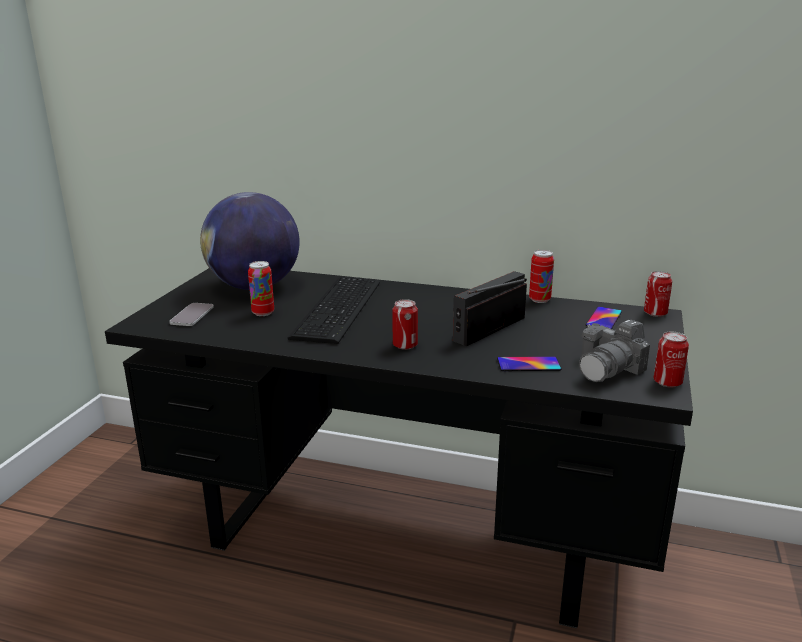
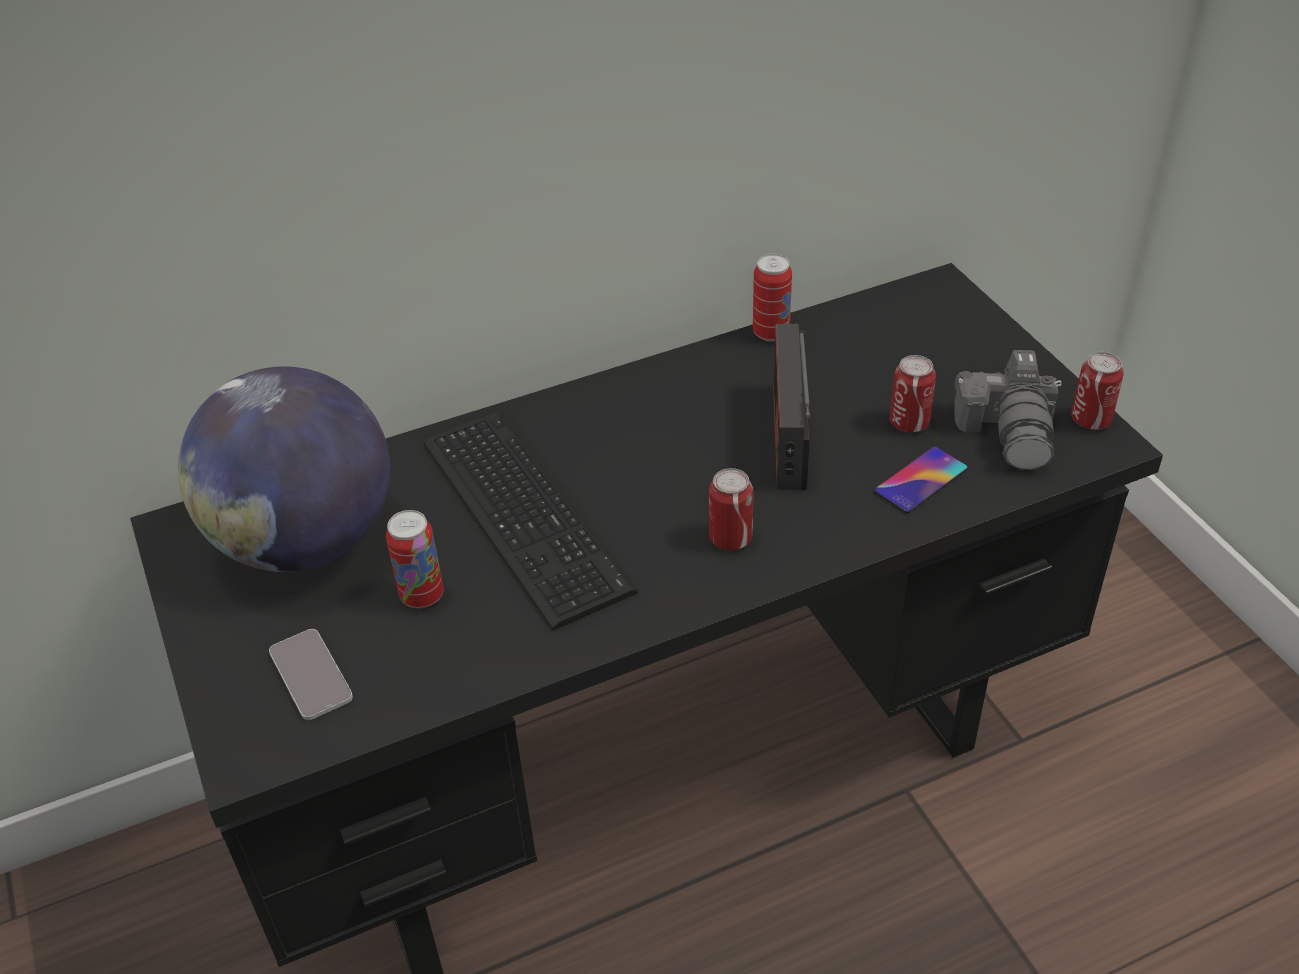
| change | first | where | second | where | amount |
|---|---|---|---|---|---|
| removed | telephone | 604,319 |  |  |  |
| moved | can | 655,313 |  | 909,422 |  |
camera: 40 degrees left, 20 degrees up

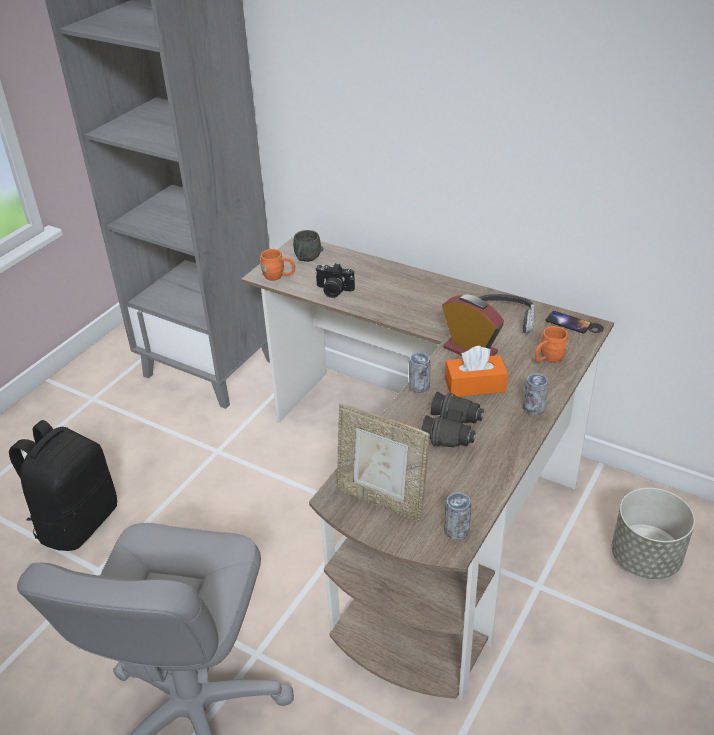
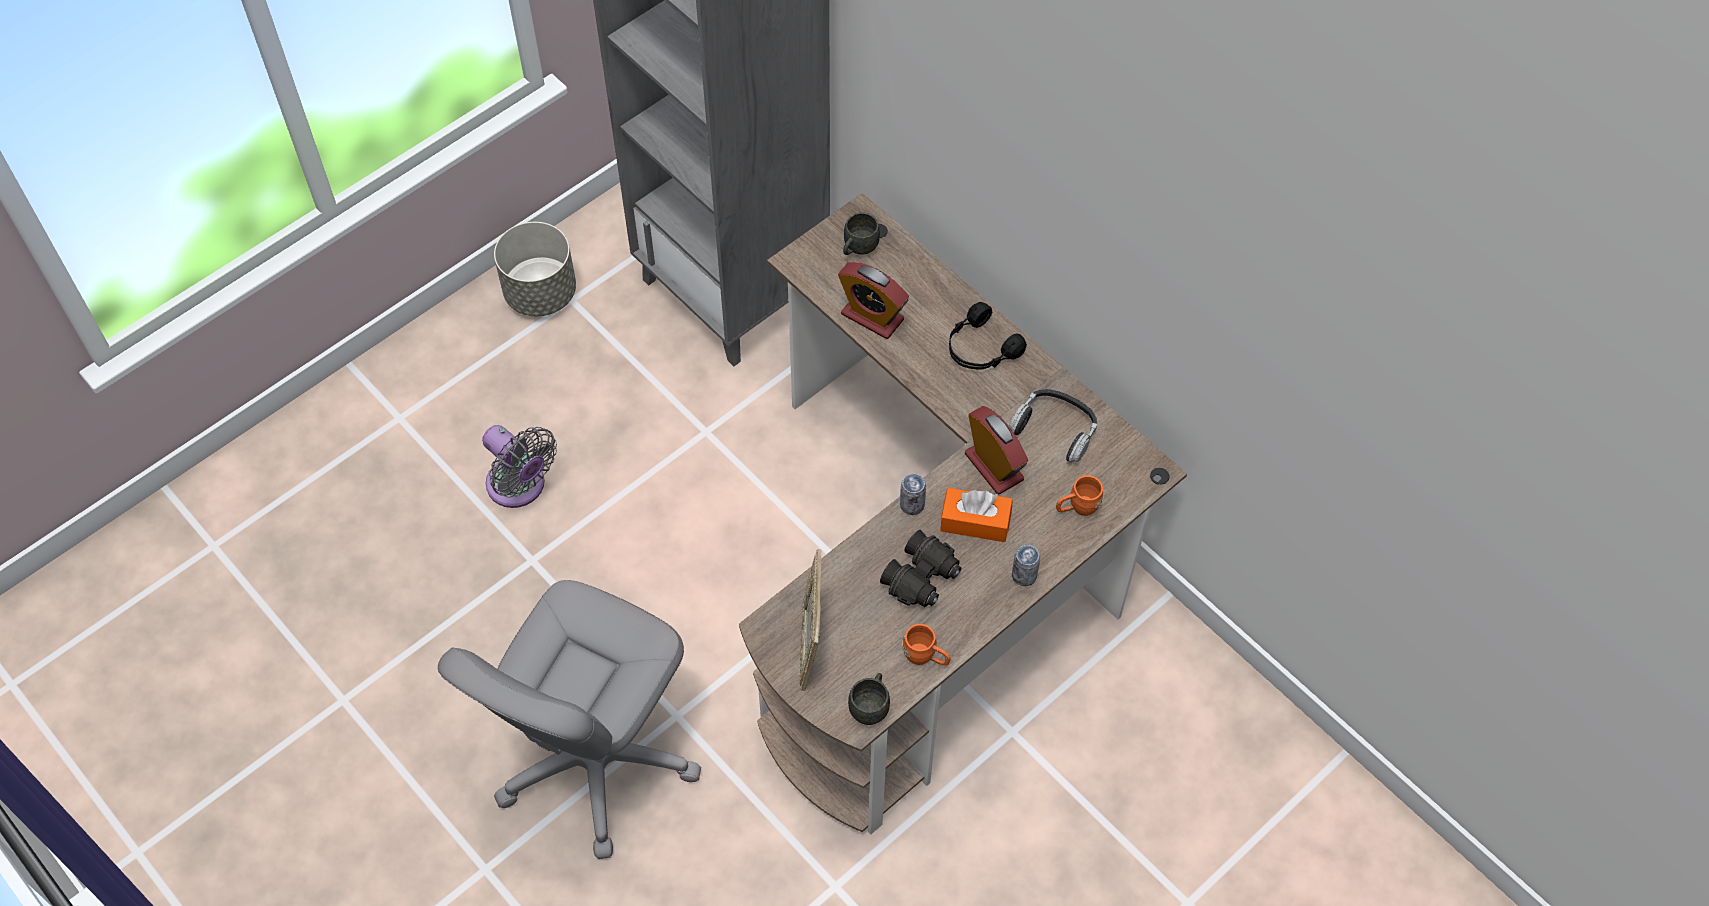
| change | first | where | second | where | amount |
|---|---|---|---|---|---|
| removed | telephone | 568,322 |  |  |  |
| added |  |  | headset (blackish) | 980,349 |  |
| moved | mug (orange) | 278,276 |  | 925,657 |  |
| moved | plant pot (gray) | 645,557 |  | 541,293 |  |
| replaced | rucksack (blackish) | 77,522 | cooling fan (gray) | 520,487 |  |
| replaced | photo camera | 333,291 | alarm clock | 872,317 |  |
| replaced | can | 456,531 | mug (gray) | 870,705 |  |
| turned | photo frame | 381,500 |  | 811,646 | 45 degrees clockwise |
camera: 15 degrees right, 20 degrees up

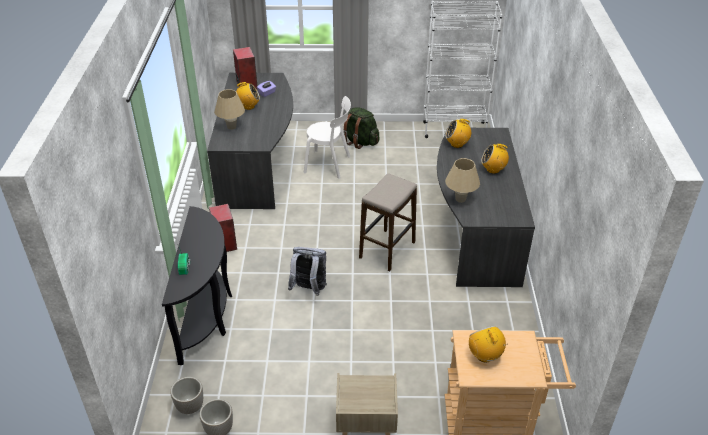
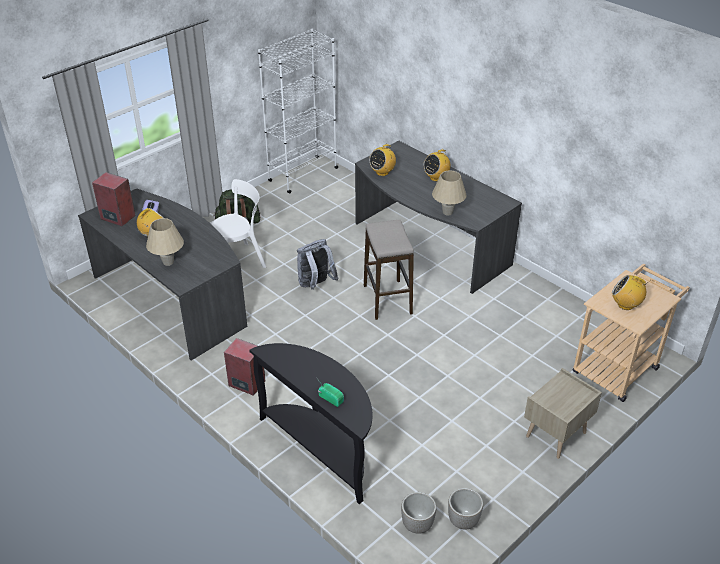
| change | first | where | second | where | amount |
|---|---|---|---|---|---|
| moved | rucksack (gray) | 309,289 |  | 315,285 |  |
camera: 45 degrees left, 0 degrees up

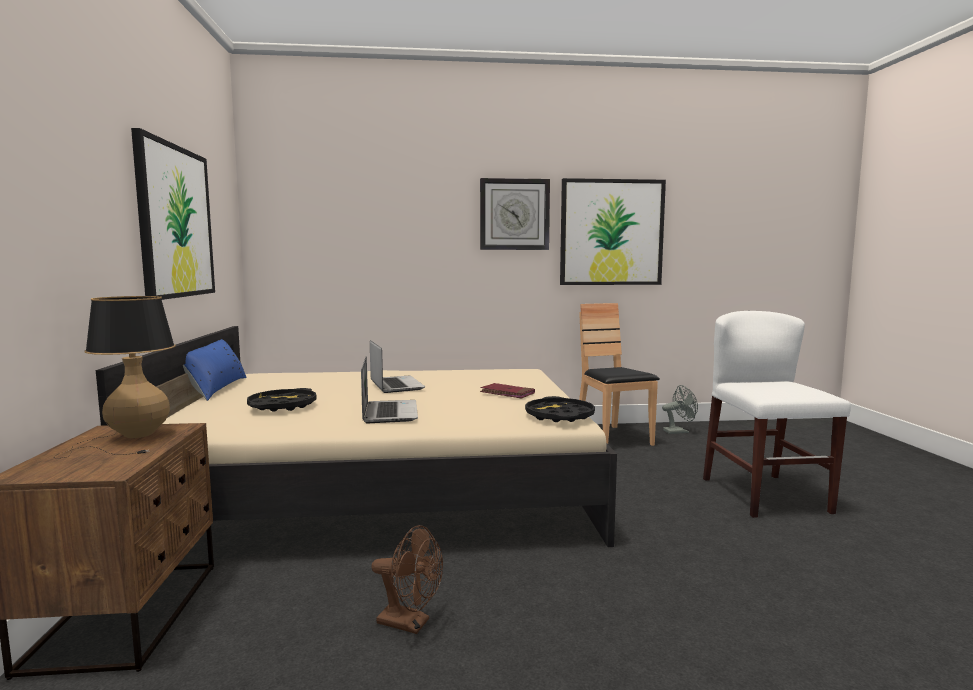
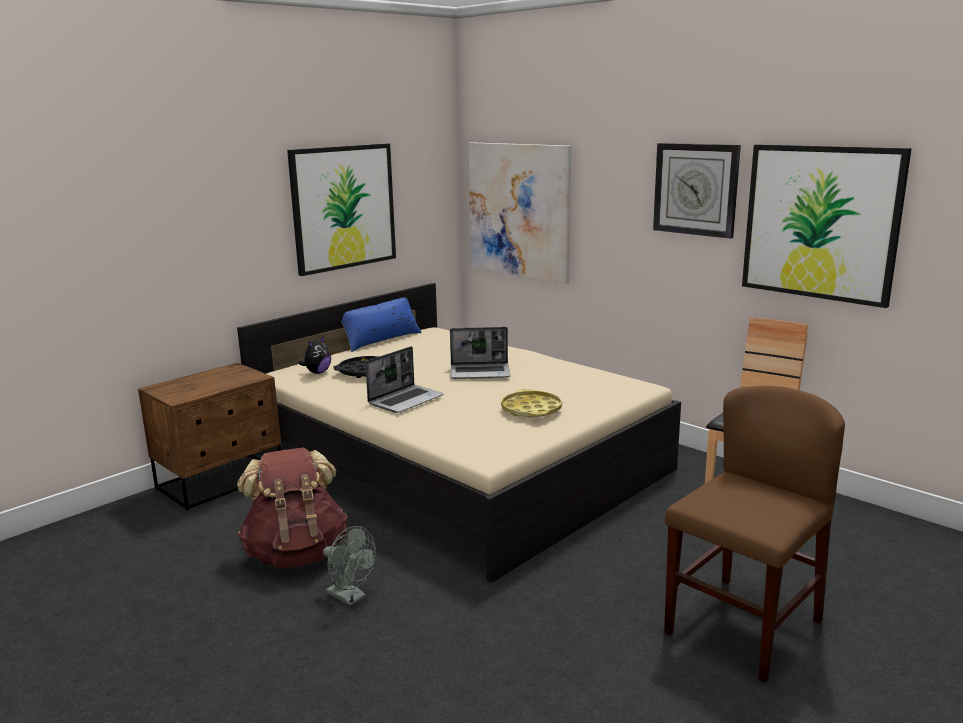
| change | first | where | second | where | amount |
|---|---|---|---|---|---|
| removed | table lamp | 130,438 |  |  |  |
| removed | serving tray (blackish) | 559,416 |  |  |  |
| added |  |  | cuddly toy | 317,372 |  |
| added |  |  | wall art | 519,210 |  |
| moved | cooling fan (gray) | 679,431 |  | 351,597 |  |
| replaced | cooling fan (brown) | 410,623 | rucksack (brown) | 296,553 |  |
| replaced | book (red-coloured) | 507,393 | serving tray (yellow-coloured) | 531,410 |  |
| recoloured | plain chair (white-coloured) | 765,495 | plain chair (brown) | 743,627 |  |
| turned | notebook computer | 395,385 |  | 480,372 | 60 degrees clockwise |
camera: 50 degrees right, 10 degrees up

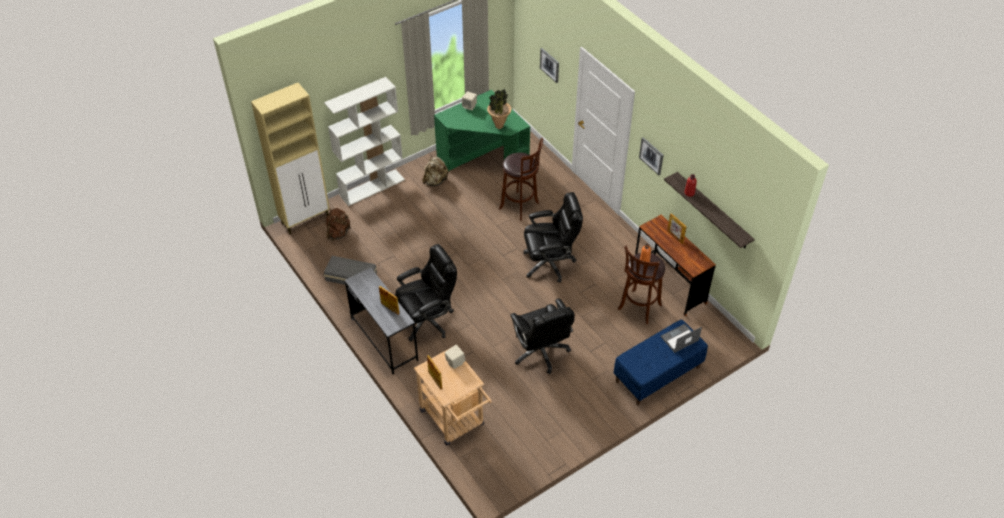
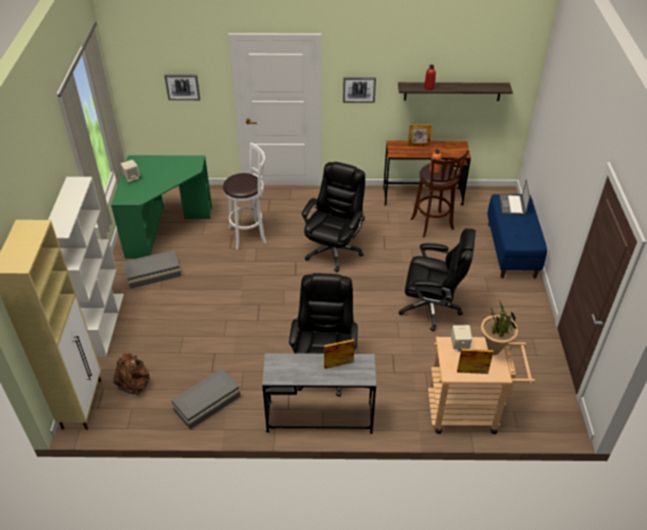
| change | first | where | second | where | amount |
|---|---|---|---|---|---|
| moved | potted plant | 499,126 |  | 494,350 |  |
| replaced | rucksack (beige-coloured) | 435,181 | storage bin (gray) | 152,274 |  |
| recoloured | sitting stool (brown) | 520,207 | sitting stool (white-coloured) | 249,234 |  |
camera: 55 degrees left, 5 degrees down

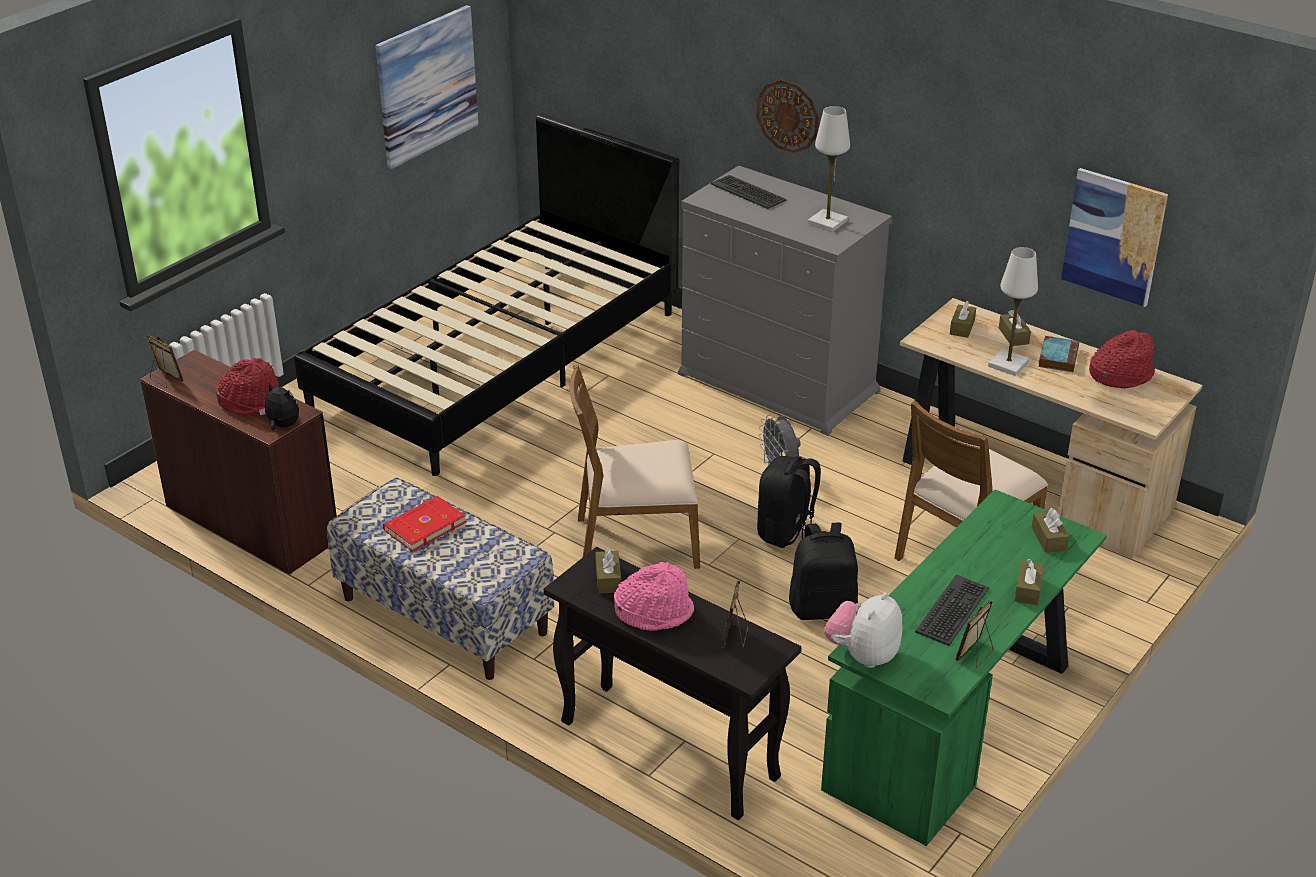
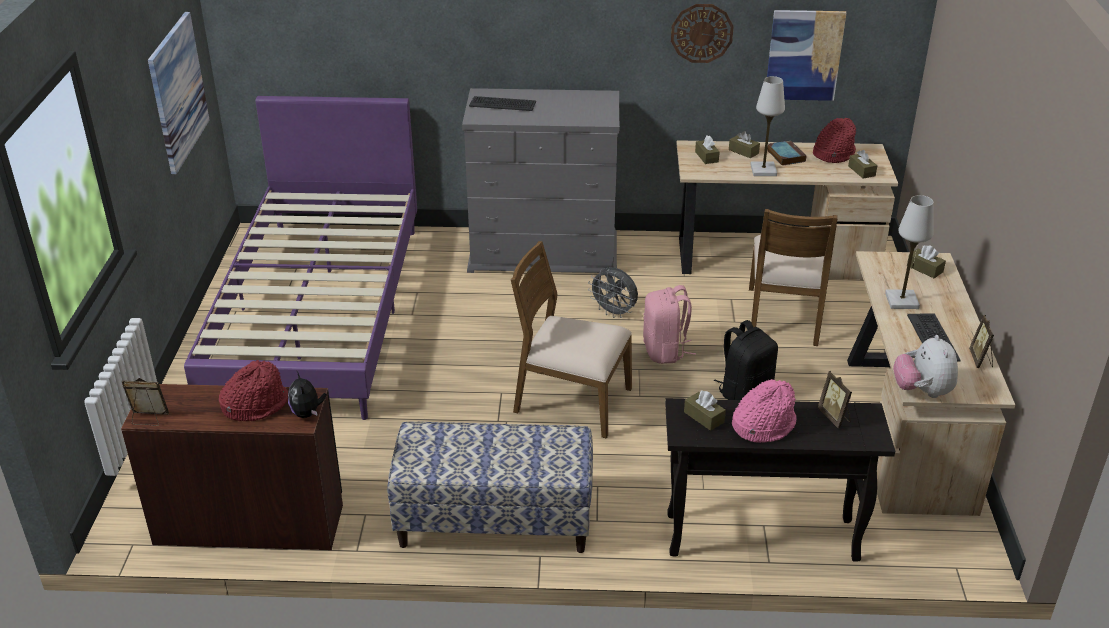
| change | first | where | second | where | amount |
|---|---|---|---|---|---|
| removed | book (red-coloured) | 423,526 |  |  |  |
| moved | hanging clock | 788,116 |  | 701,33 |  |
| moved | table lamp (white-coloured) | 827,222 |  | 902,301 |  |
| moved | tissue holder (brown) | 1028,590 |  | 861,171 |  |
| recoloured | bedroom bed (blackish) | 498,360 | bedroom bed (purplish) | 319,313 |  |
| recoloured | rucksack (blackish) | 787,532 | rucksack (pink) | 665,351 |  |
| recoloured | desk unit (green) | 956,724 | desk unit (beige-coloured) | 906,428 |  |
| turned | cuddly toy | 282,426 |  | 307,413 | 105 degrees counterclockwise |
| turned | plain chair (brown) | 636,540 |  | 571,401 | 60 degrees clockwise |
camera: 35 degrees left, 0 degrees up

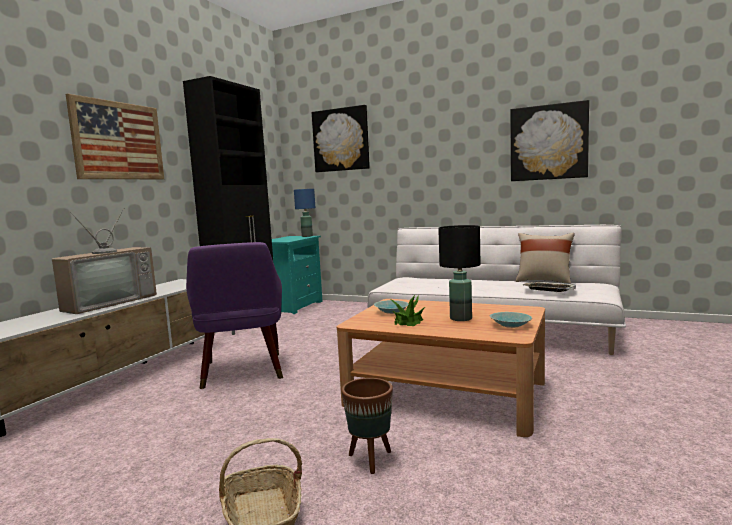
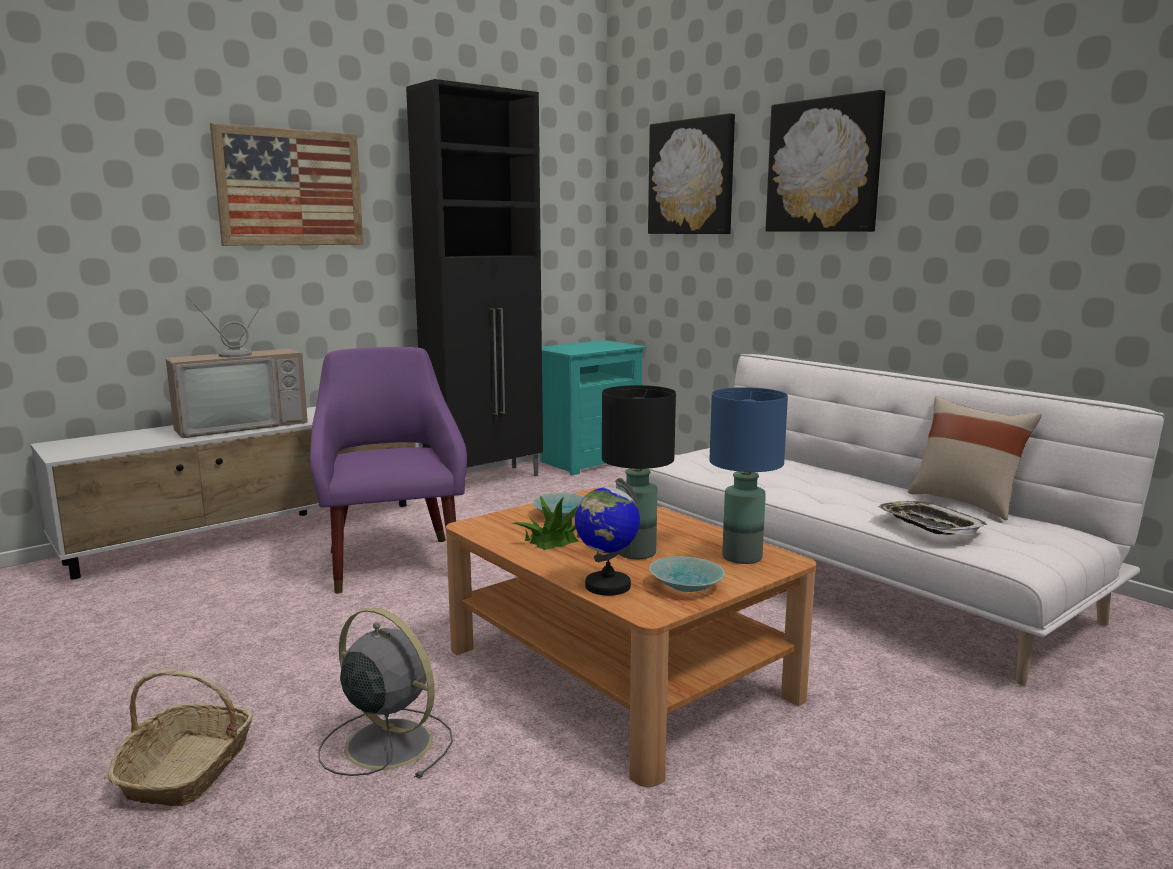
| change | first | where | second | where | amount |
|---|---|---|---|---|---|
| added |  |  | globe | 607,586 |  |
| moved | table lamp (bluish) | 307,236 |  | 741,557 |  |
| moved | wall art | 548,142 |  | 824,166 |  |
| replaced | plant pot (brown) | 370,460 | cooling fan (gray) | 386,743 |  |
| turned | armchair (purplish) | 242,373 |  | 393,560 | 150 degrees clockwise |
camera: 25 degrees right, 5 degrees up

